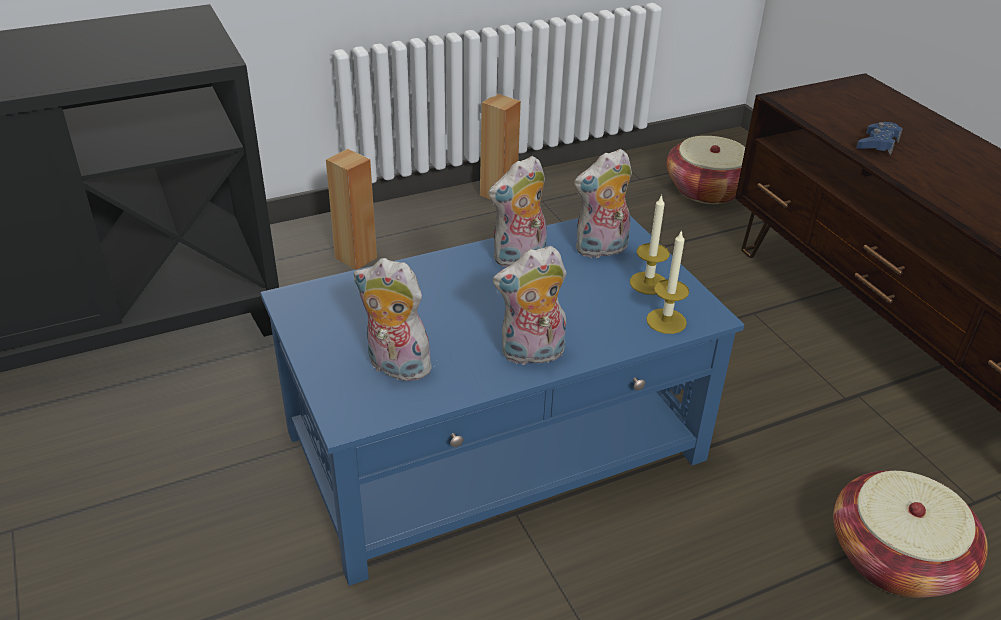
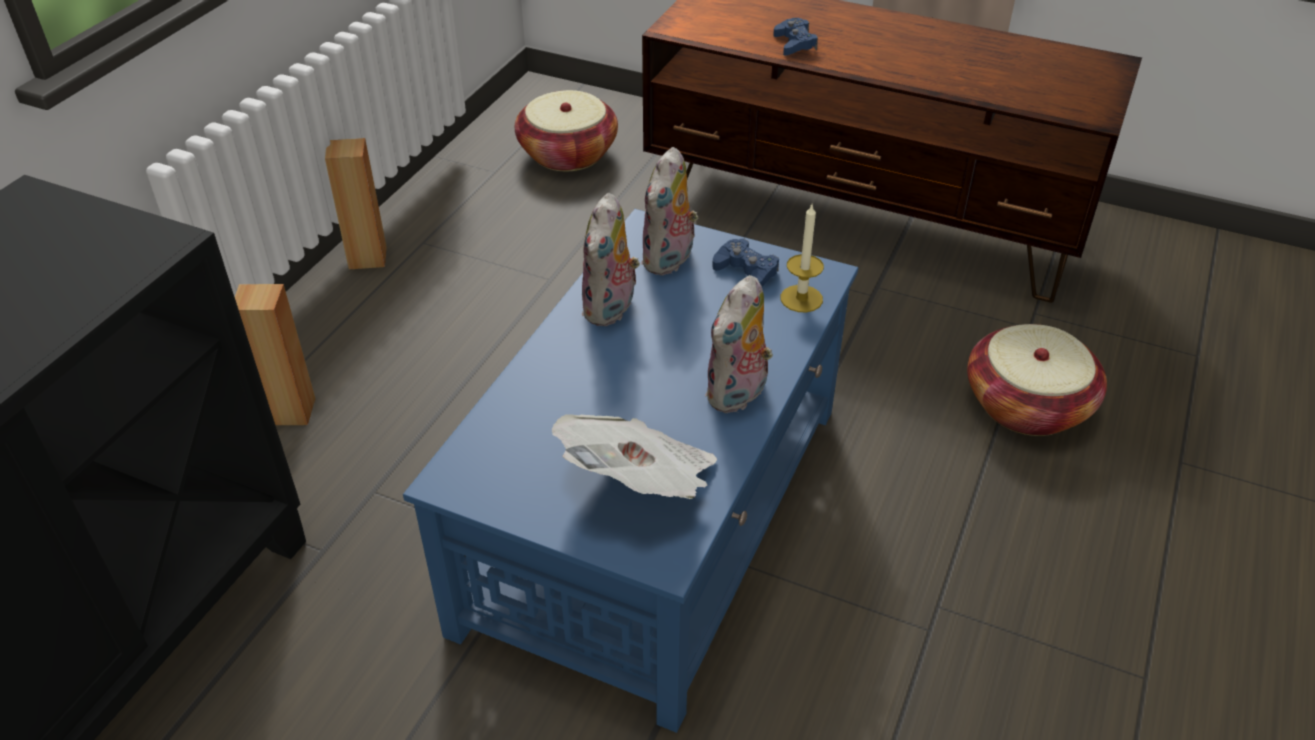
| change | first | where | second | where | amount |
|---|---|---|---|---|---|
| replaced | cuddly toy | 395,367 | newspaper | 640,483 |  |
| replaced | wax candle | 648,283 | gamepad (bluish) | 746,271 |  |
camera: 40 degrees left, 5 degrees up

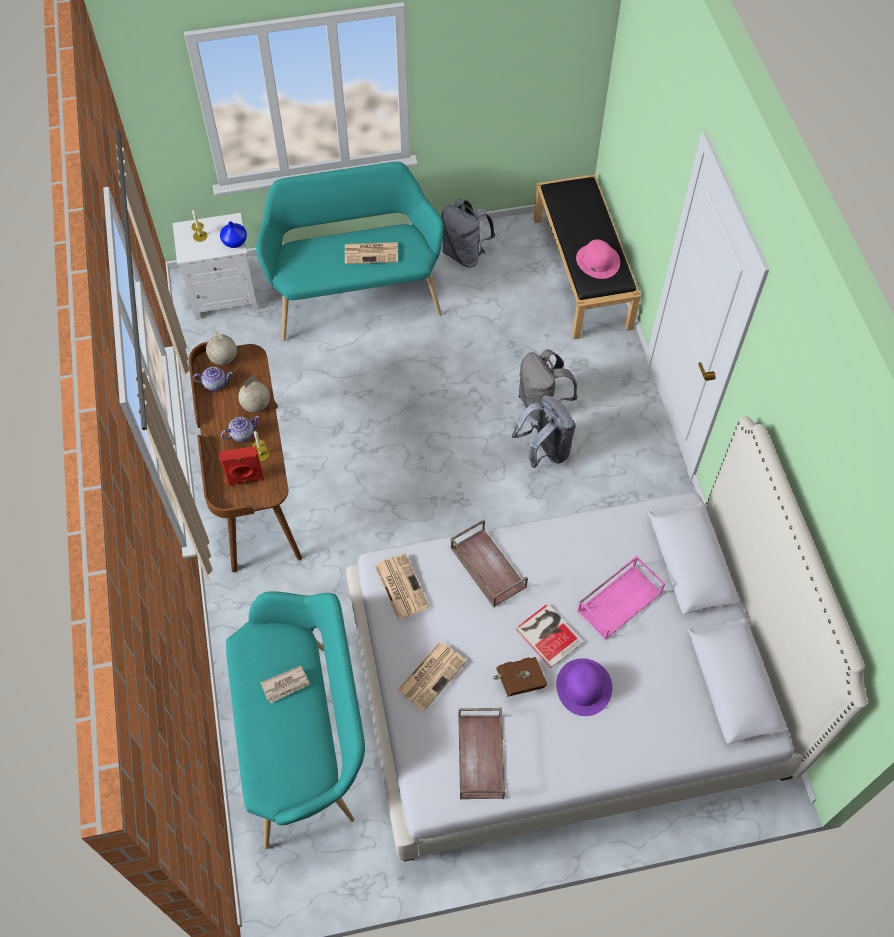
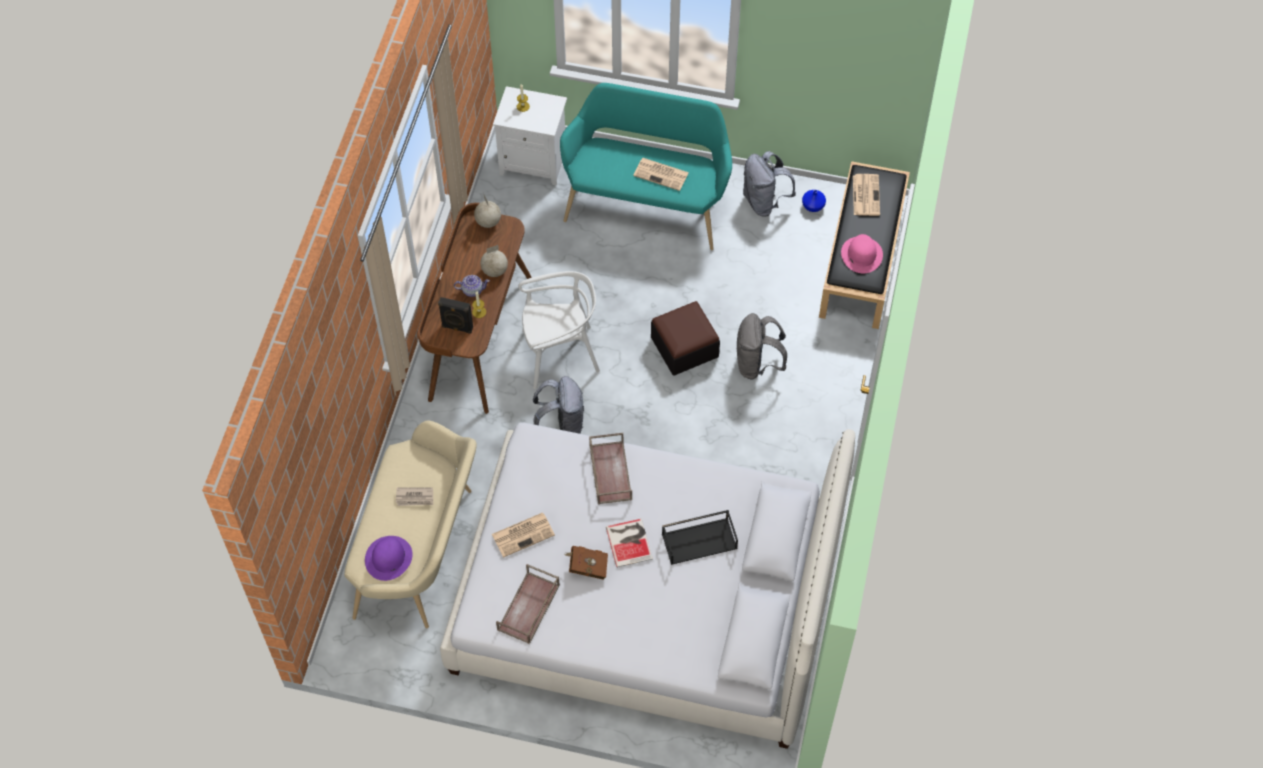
| change | first | where | second | where | amount |
|---|---|---|---|---|---|
| removed | tea pot | 215,384 |  |  |  |
| added |  |  | plain chair (white-coloured) | 559,354 |  |
| added |  |  | ottoman | 684,347 |  |
| moved | vase (bluish) | 235,242 |  | 813,206 |  |
| moved | newspaper | 400,586 |  | 865,194 |  |
| moved | rucksack (gray) | 544,451 |  | 561,426 |  |
| moved | clothing hat (purplish) | 584,687 |  | 388,558 |  |
| recoloured | audio speaker (red-coloured) | 245,480 | audio speaker (blackish) | 457,328 |  |
| recoloured | bench (turquoise) | 305,738 | bench (beige-coloured) | 421,553 |  |
| recoloured | serving tray (pink) | 619,600 | serving tray (blackish) | 700,540 |  |
camera: 25 degrees right, 0 degrees up

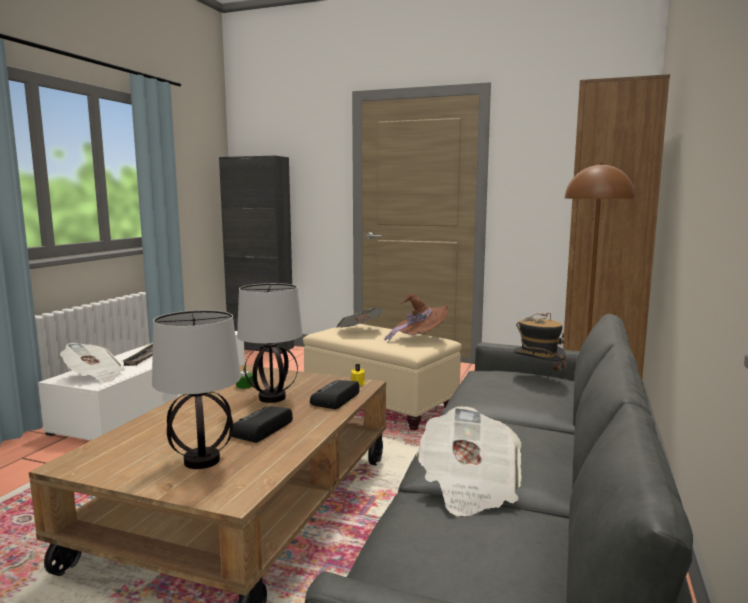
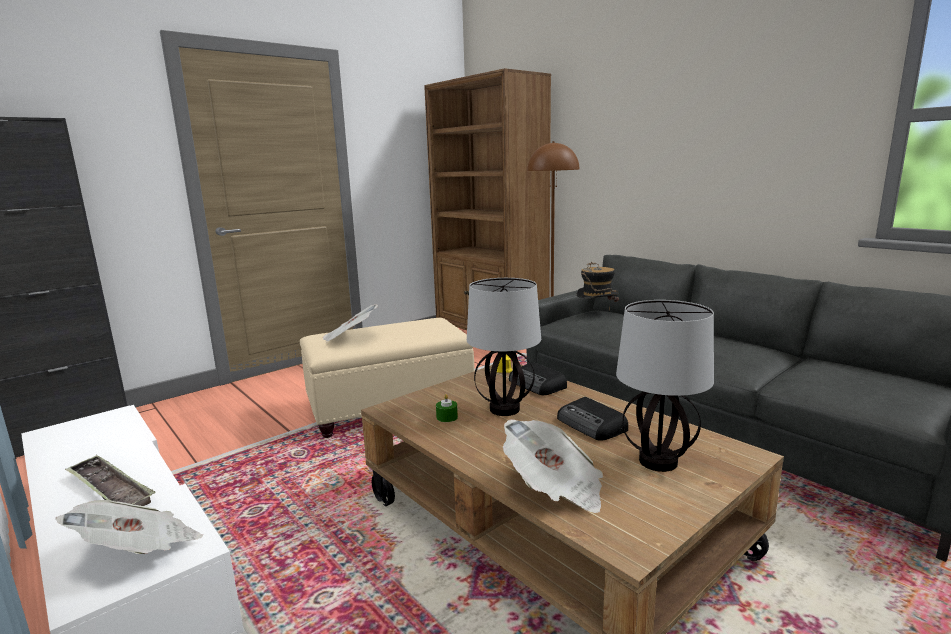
| change | first | where | second | where | amount |
|---|---|---|---|---|---|
| removed | clothing hat (brown) | 419,339 |  |  |  |
| moved | newspaper | 468,487 |  | 555,488 |  |
camera: 60 degrees left, 5 degrees up

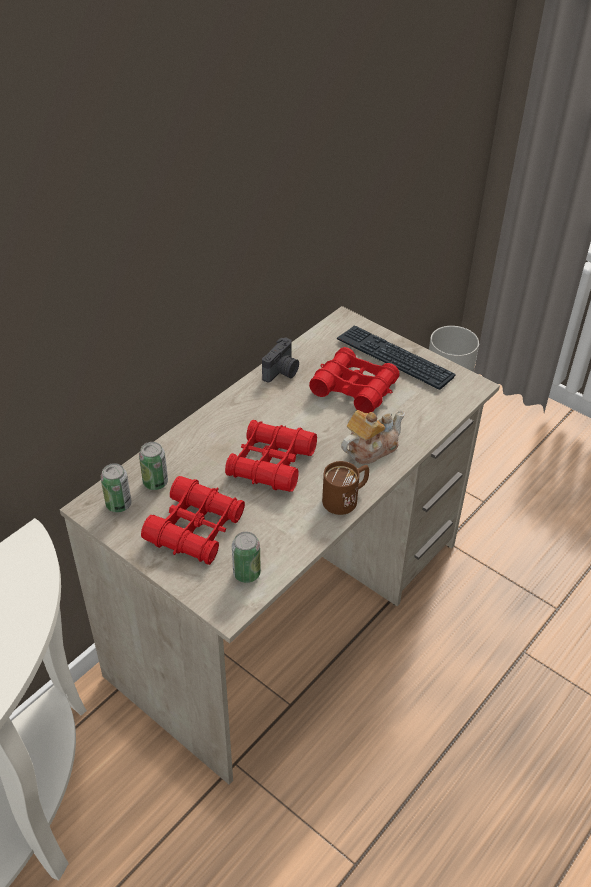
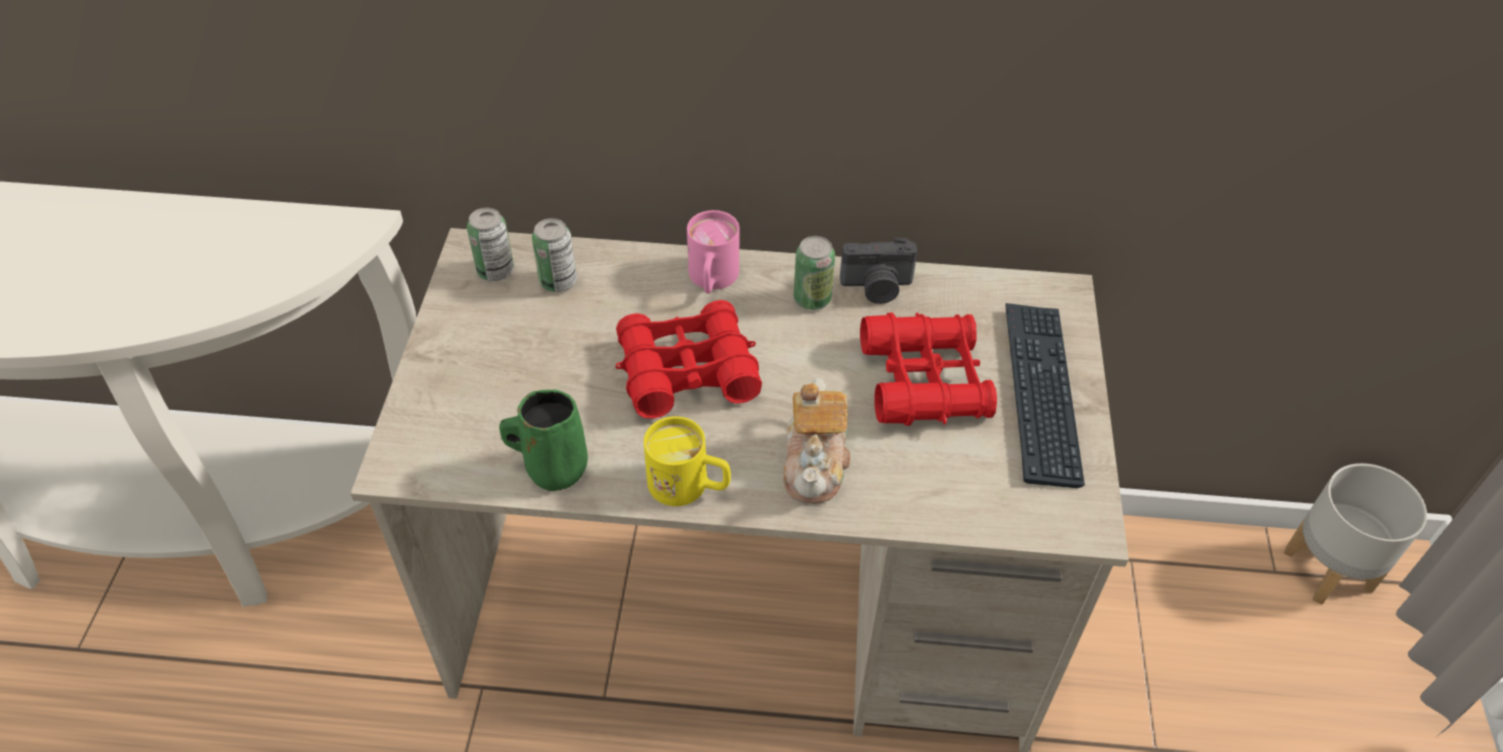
| change | first | where | second | where | amount |
|---|---|---|---|---|---|
| removed | field glasses (red-coloured) | 195,528 |  |  |  |
| added |  |  | mug (green) | 553,468 |  |
| added |  |  | mug (pink) | 712,280 |  |
| moved | can | 246,573 |  | 812,299 |  |
| recoloured | mug (brown) | 346,498 | mug (yellow-coloured) | 689,486 |  |
| turned | tea pot | 370,448 |  | 815,463 | 75 degrees clockwise |
camera: 55 degrees right, 5 degrees up

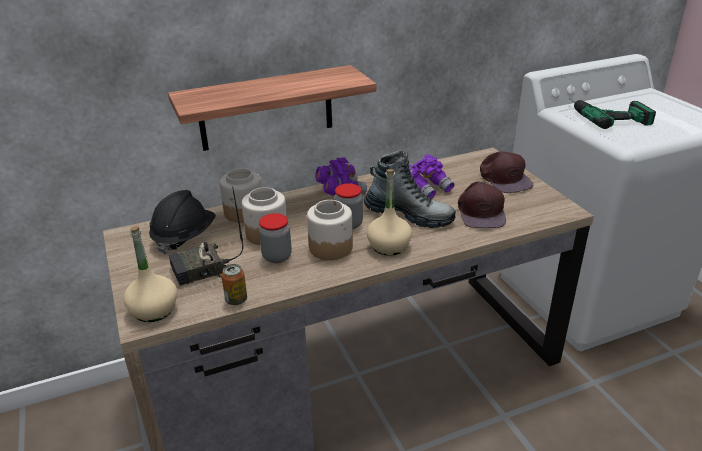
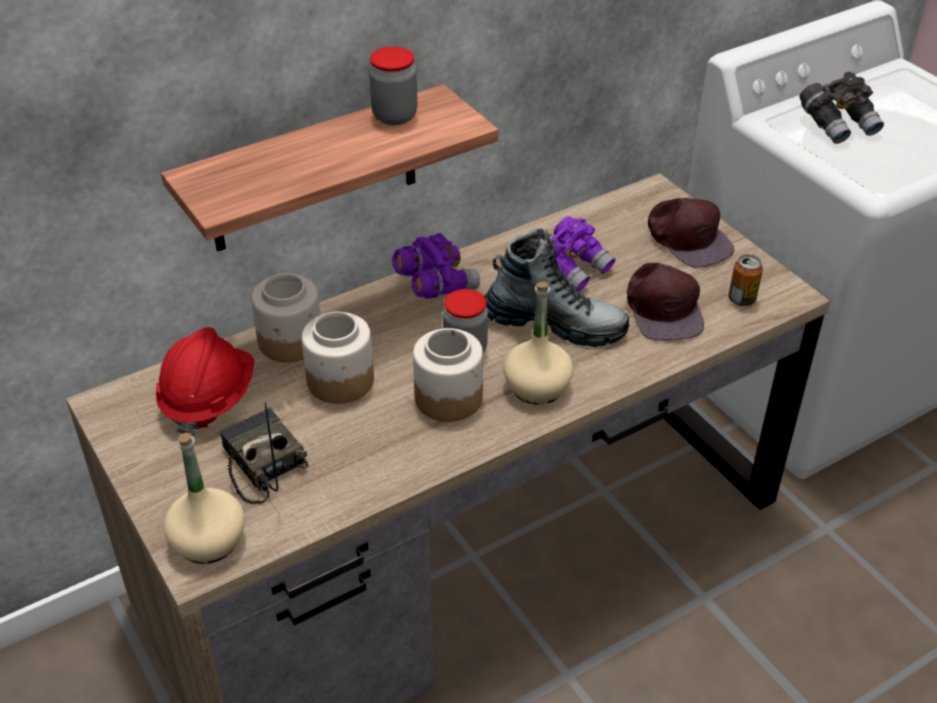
| change | first | where | second | where | amount |
|---|---|---|---|---|---|
| moved | can | 236,300 |  | 742,299 |  |
| moved | preserve jar | 277,257 |  | 394,116 |  |
| replaced | electric drill | 605,115 | field glasses (gray) | 838,125 |  |
| recoloured | safety helmet (blackish) | 184,237 | safety helmet (red-coloured) | 208,399 |  |
| turned | radio | 202,272 |  | 261,463 | 90 degrees clockwise |
camera: 10 degrees left, 10 degrees up

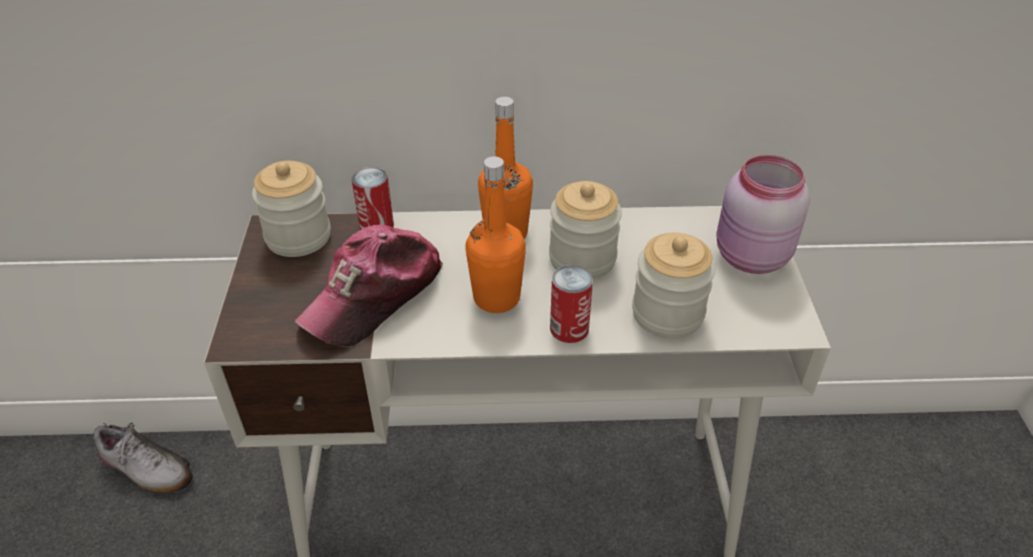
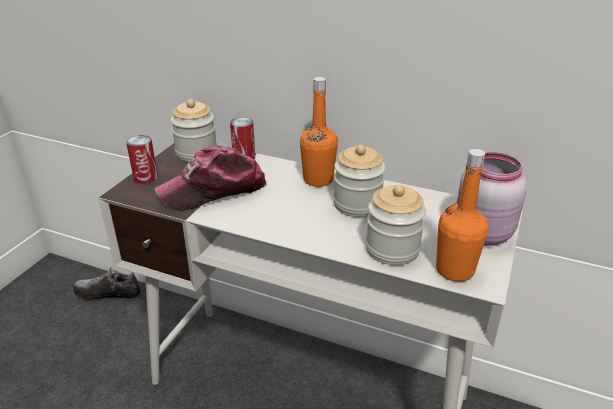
| change | first | where | second | where | amount |
|---|---|---|---|---|---|
| moved | drink bottle (orange) | 496,298 |  | 454,270 |  |
| moved | can | 569,328 |  | 145,178 |  |
| turned | item of footwear | 147,468 |  | 108,293 | 135 degrees clockwise |
camera: 25 degrees right, 10 degrees down

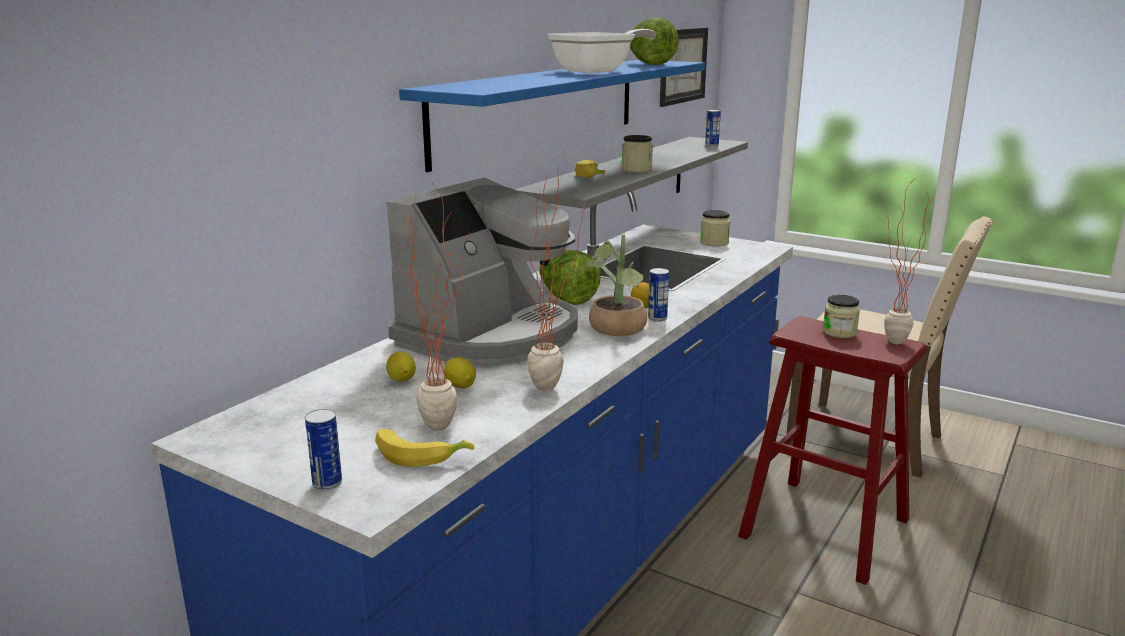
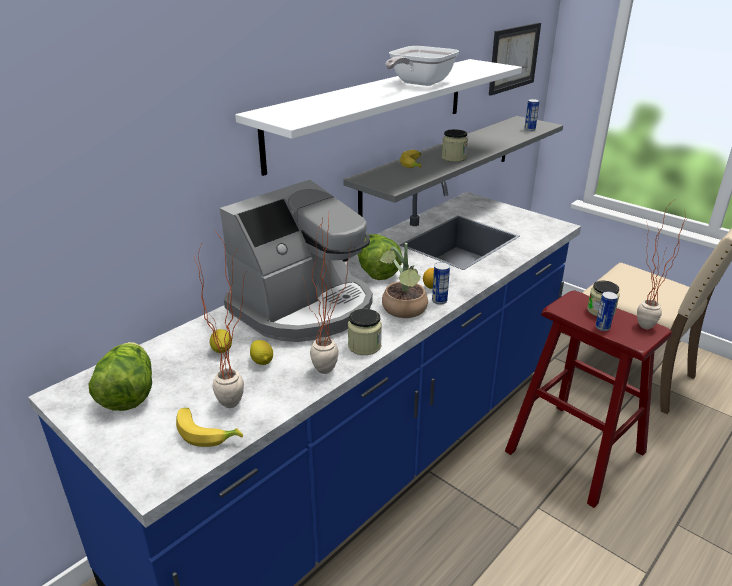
| change | first | where | second | where | amount |
|---|---|---|---|---|---|
| moved | can | 327,483 |  | 602,327 |  |
| moved | head of lettuce | 649,64 |  | 128,394 |  |
| moved | preserve jar | 714,242 |  | 364,346 |  |
| recoloured | bracket shelf (bluish) | 541,108 | bracket shelf (white-coloured) | 372,111 |  |
| turned | skillet | 598,71 |  | 418,84 | 150 degrees clockwise |
camera: 10 degrees right, 10 degrees up

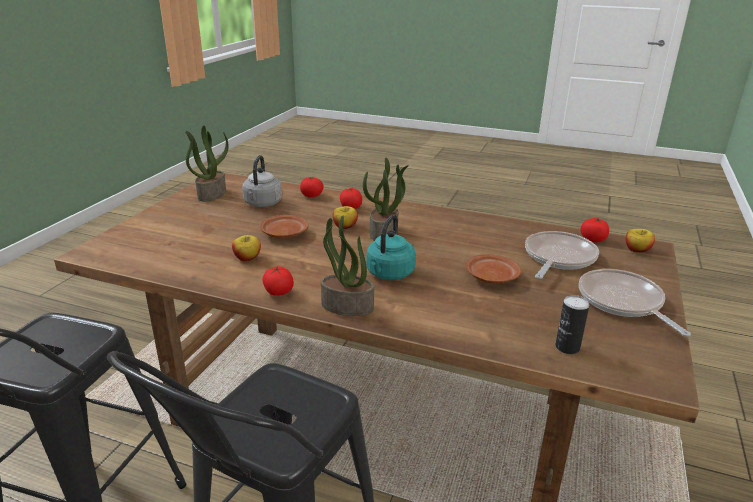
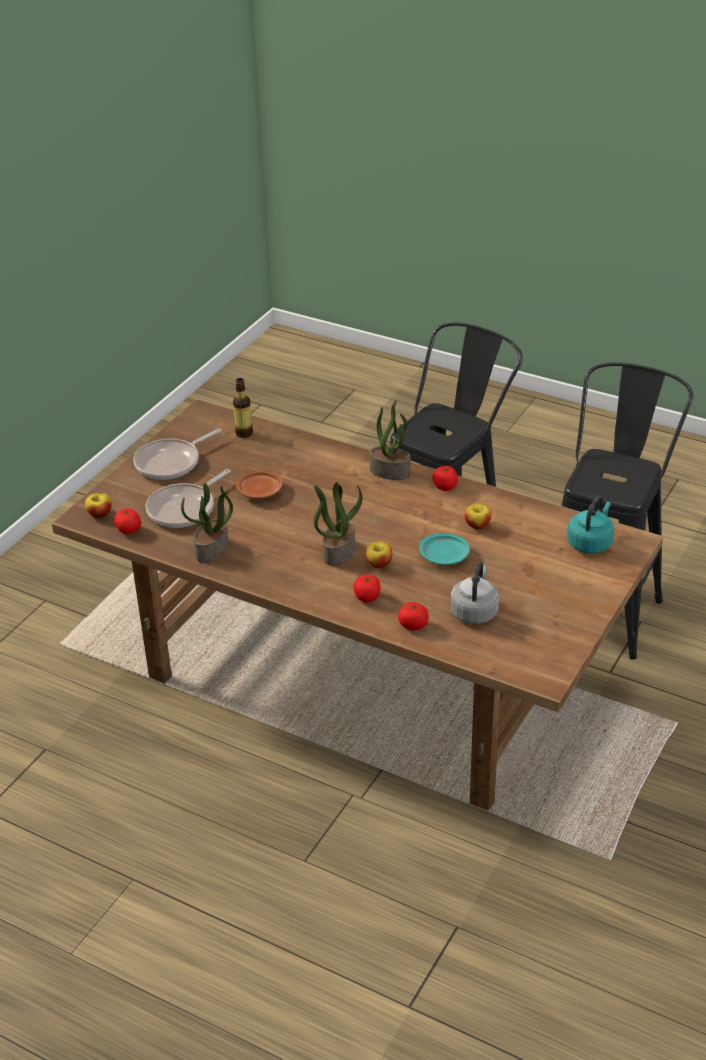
| change | first | where | second | where | amount |
|---|---|---|---|---|---|
| moved | potted plant | 211,194 |  | 212,550 |  |
| moved | water kettle (turquoise) | 389,274 |  | 590,543 |  |
| replaced | can | 567,347 | drink bottle | 244,433 |  |
| recoloured | flat dish (brown) | 284,234 | flat dish (turquoise) | 445,556 |  |
| turned | skillet | 622,302 |  | 171,463 | 60 degrees clockwise |
camera: 170 degrees left, 10 degrees up

